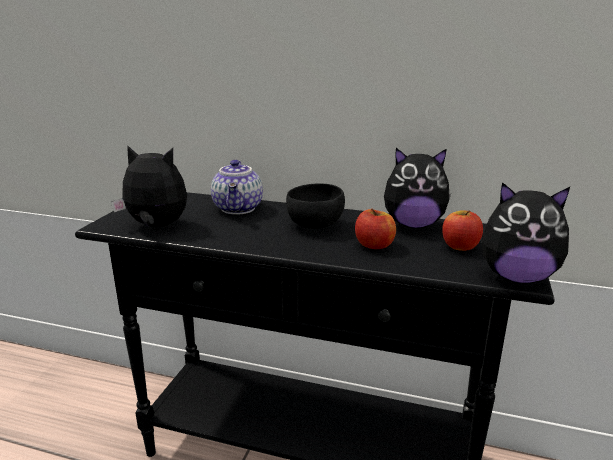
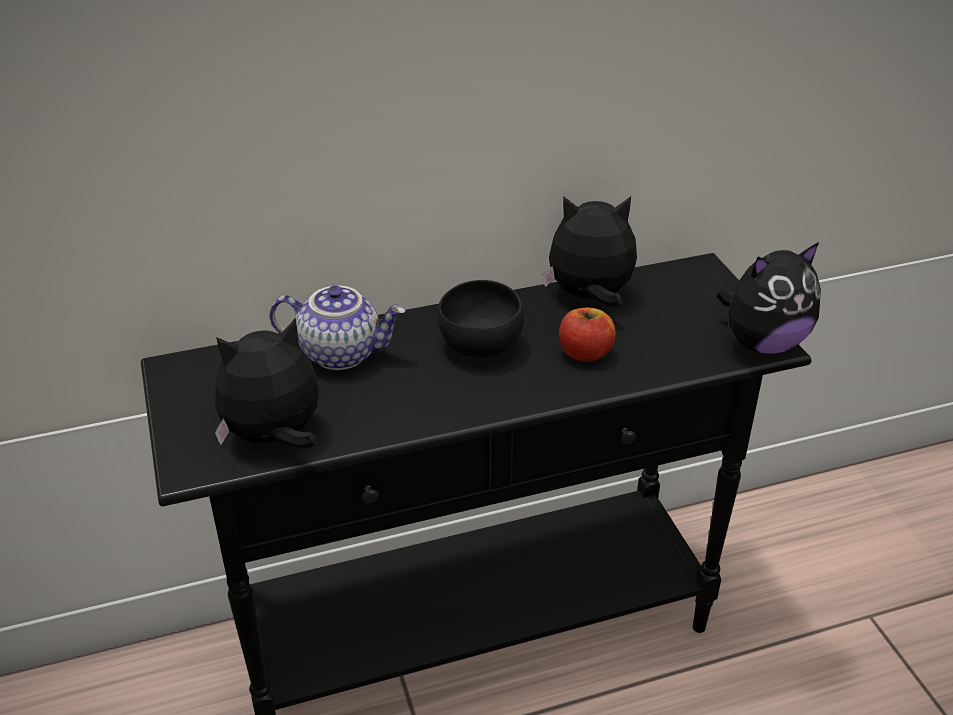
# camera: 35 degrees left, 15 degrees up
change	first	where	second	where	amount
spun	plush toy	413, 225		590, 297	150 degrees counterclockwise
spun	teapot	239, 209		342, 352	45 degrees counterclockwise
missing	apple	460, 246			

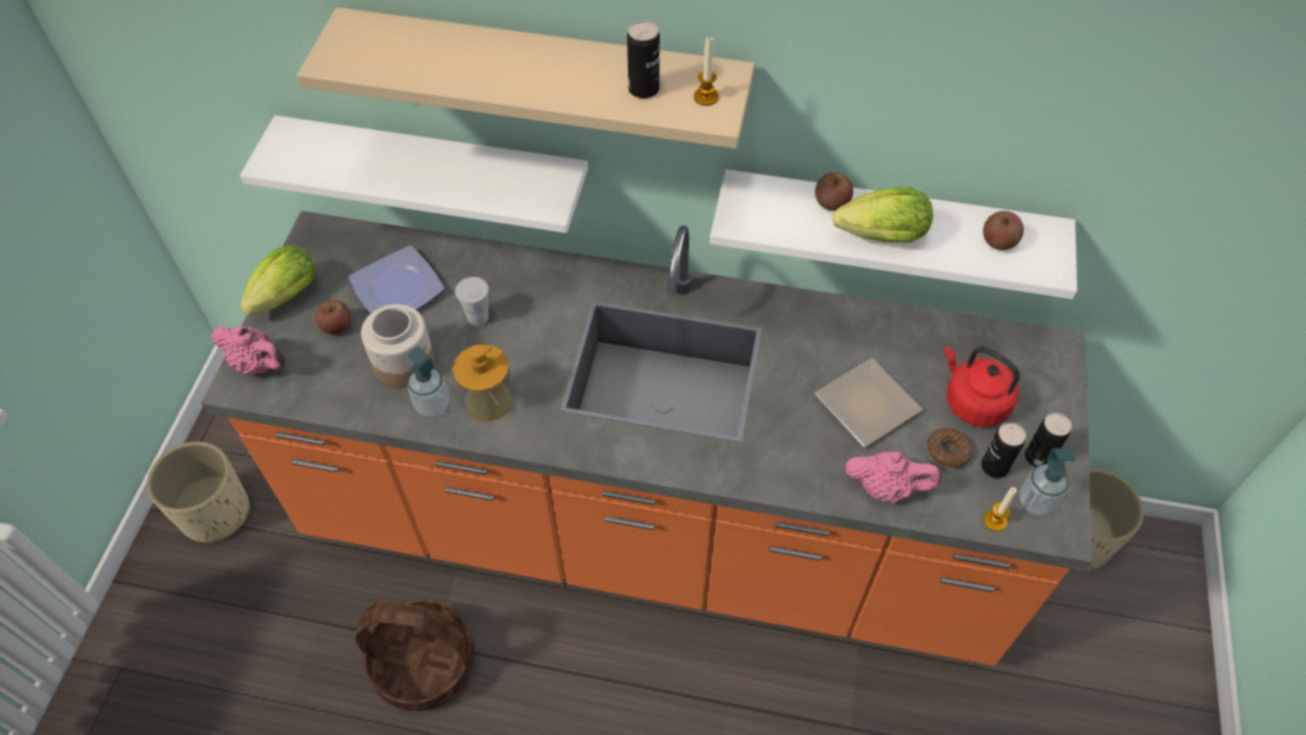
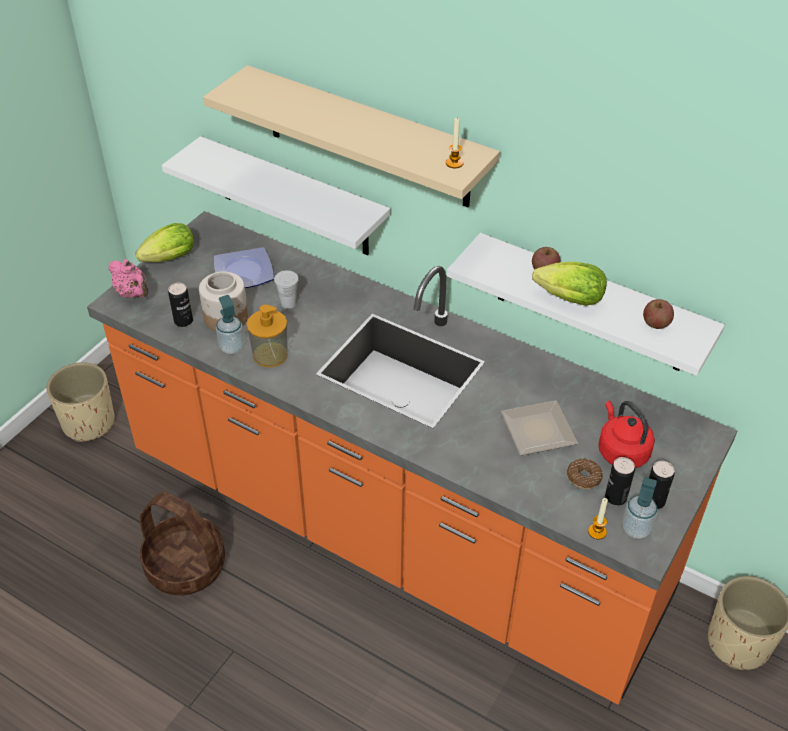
# camera: 20 degrees right, 10 degrees down
change	first	where	second	where	amount
relocated	can	643, 89		183, 321	
missing	apple	337, 326			
missing	pink teapot	886, 488			

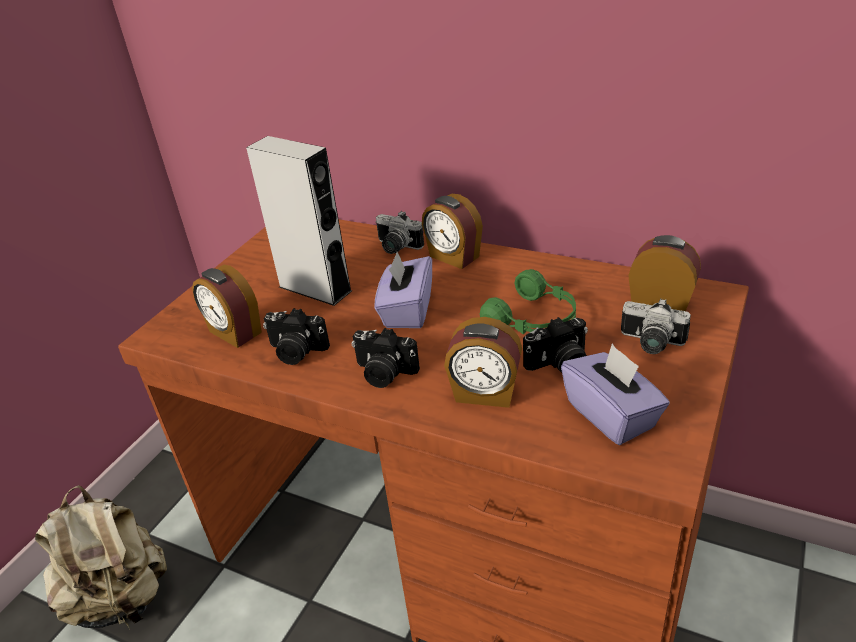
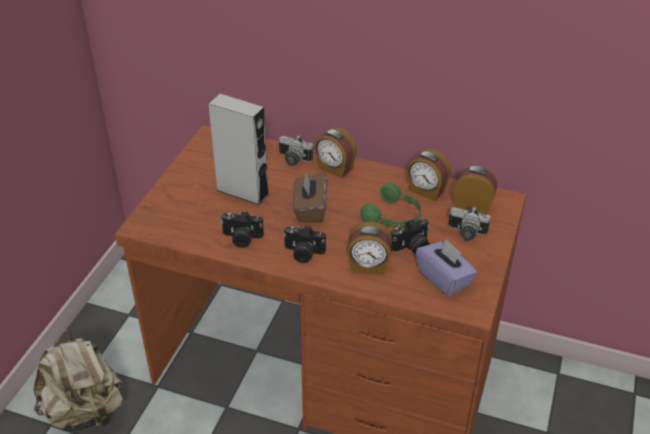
# camera: 10 degrees left, 5 degrees up
change	first	where	second	where	amount
colour	purple tissue box	407, 311	brown tissue box	310, 209	
relocated	alarm clock	234, 333		426, 191	

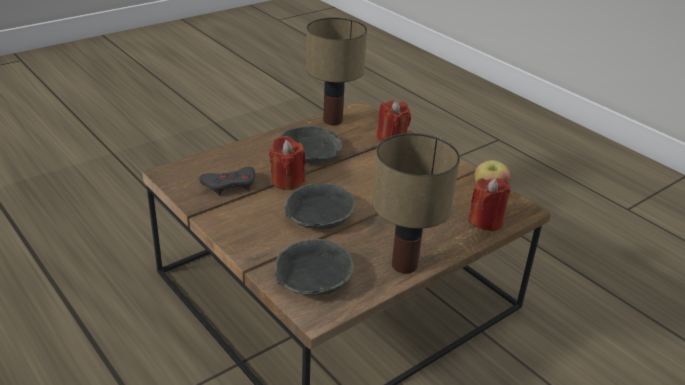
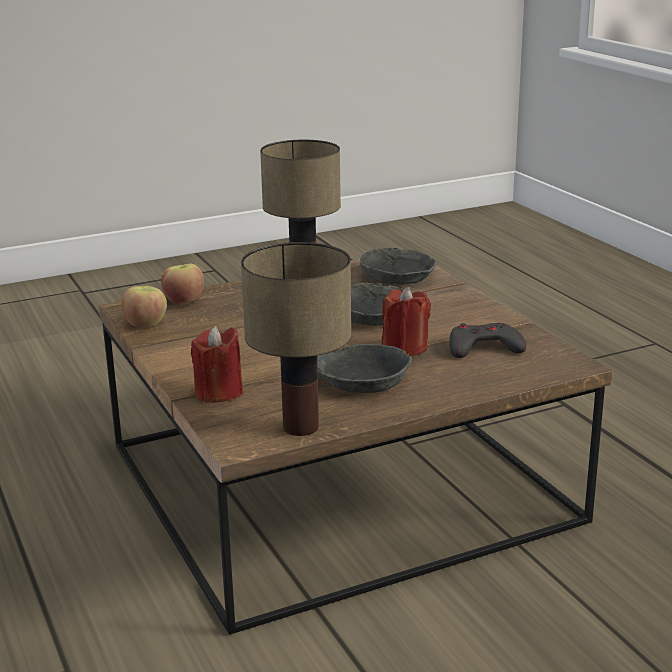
# camera: 165 degrees left, 10 degrees down
change	first	where	second	where	amount
exchanged	red candle	486, 221	apple	184, 301	

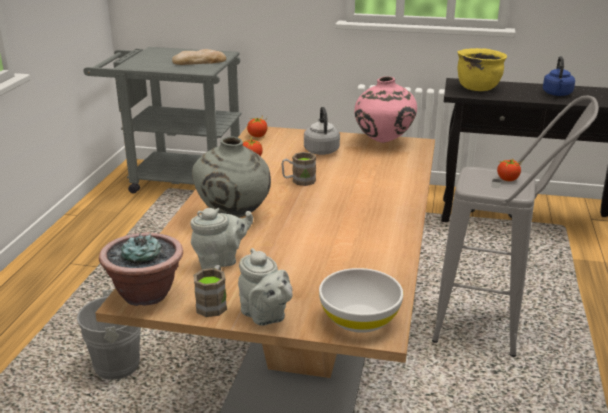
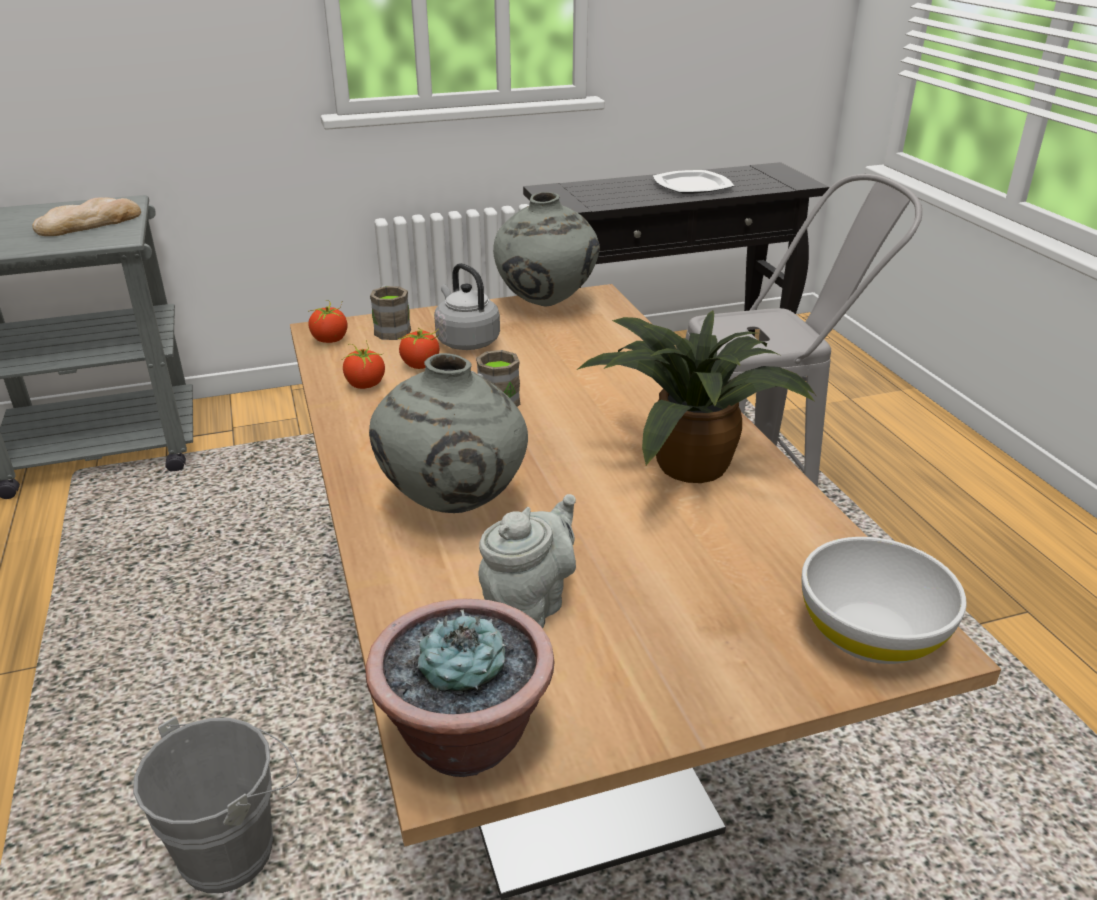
# camera: 30 degrees left, 5 degrees up
change	first	where	second	where	amount
missing	yellow cooking pot	477, 88			
exchanged	blue kettle	557, 94	plate	693, 185	
colour	pink vase	384, 142	grey vase	546, 305	
relocated	tomato	508, 179		421, 365	
missing	grey teapot	265, 316			
relocated	brown mug	213, 303		391, 329	
appeared			potted plant	689, 461	

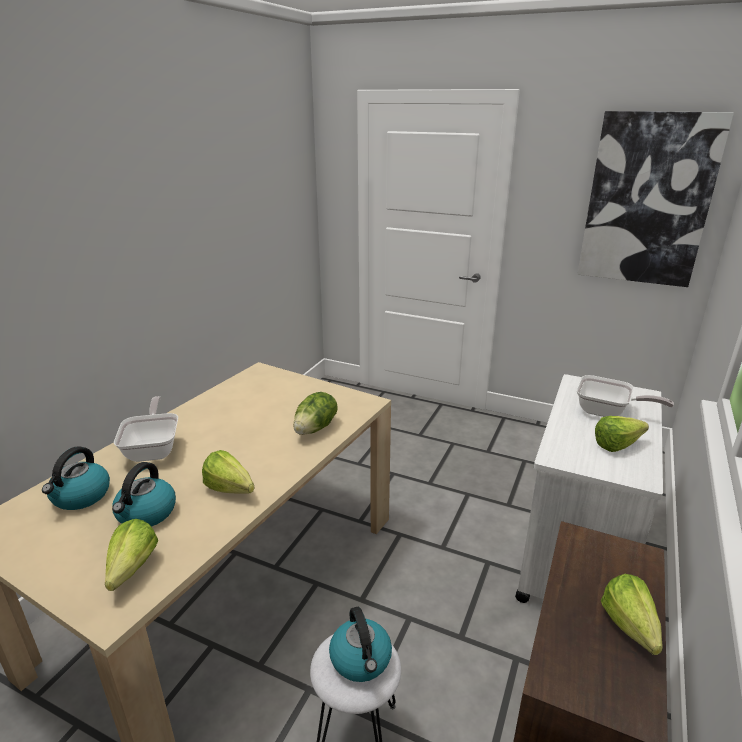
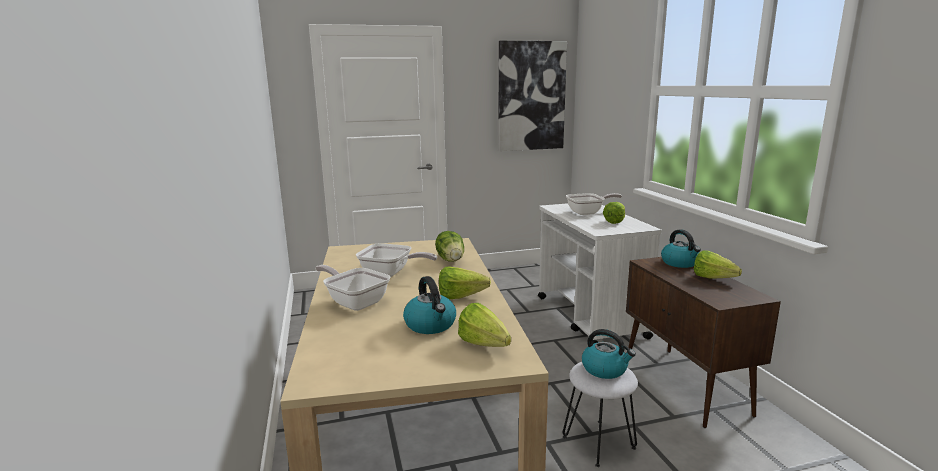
# camera: 40 degrees left, 10 degrees down
change	first	where	second	where	amount
relocated	kettle	81, 496		680, 263	
appeared			frying pan	390, 273	

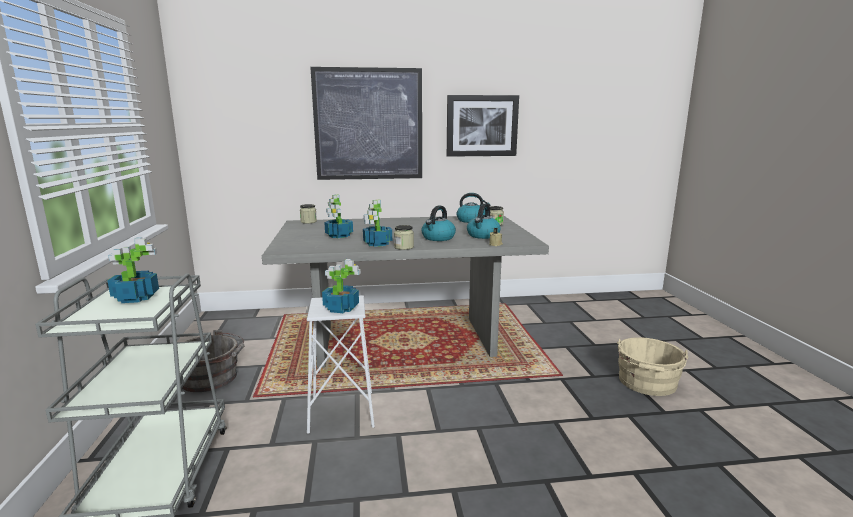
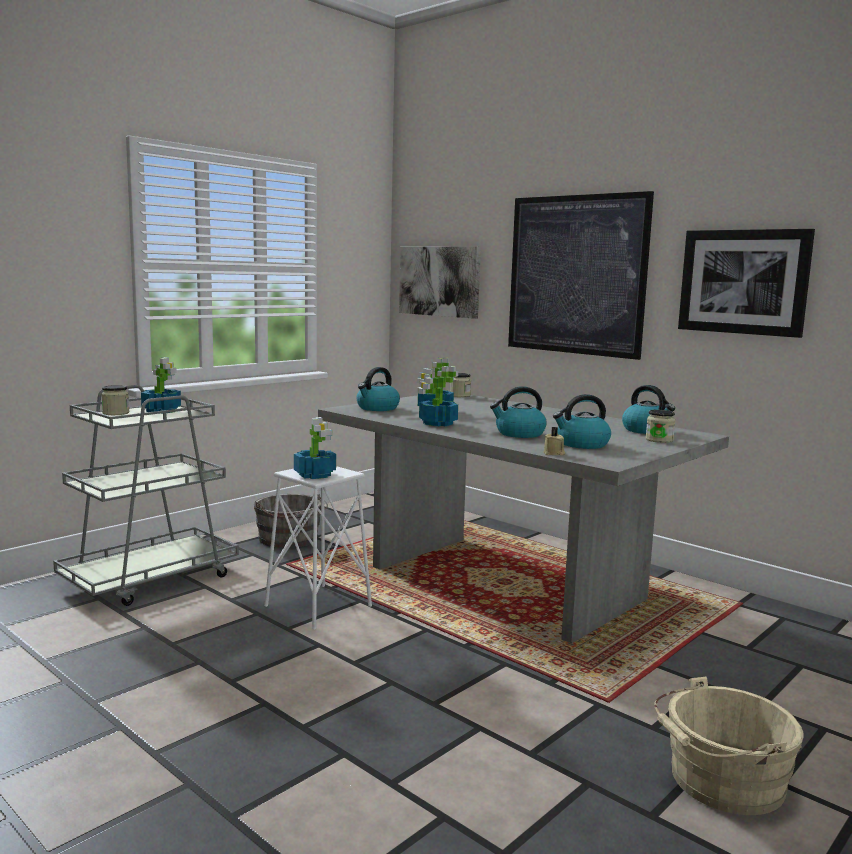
# camera: 50 degrees right, 5 degrees down
change	first	where	second	where	amount
relocated	jar	404, 247		116, 413	
appeared			picture	440, 281	
appeared			kettle	377, 408	

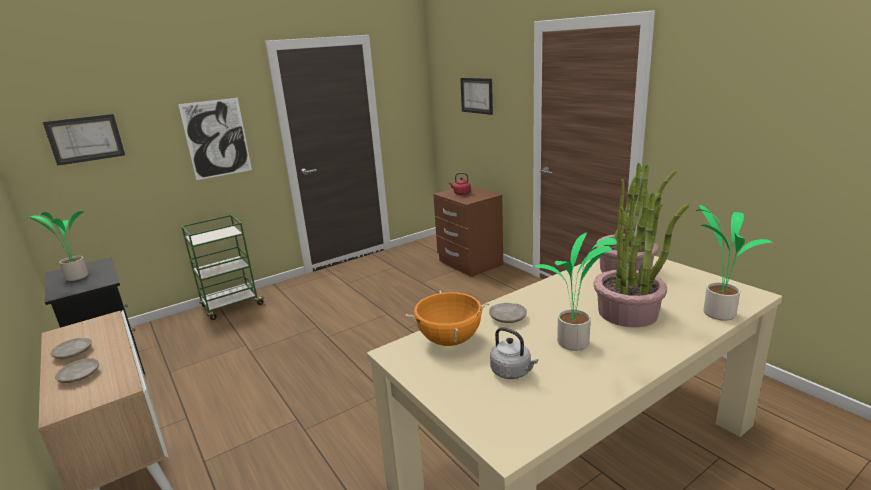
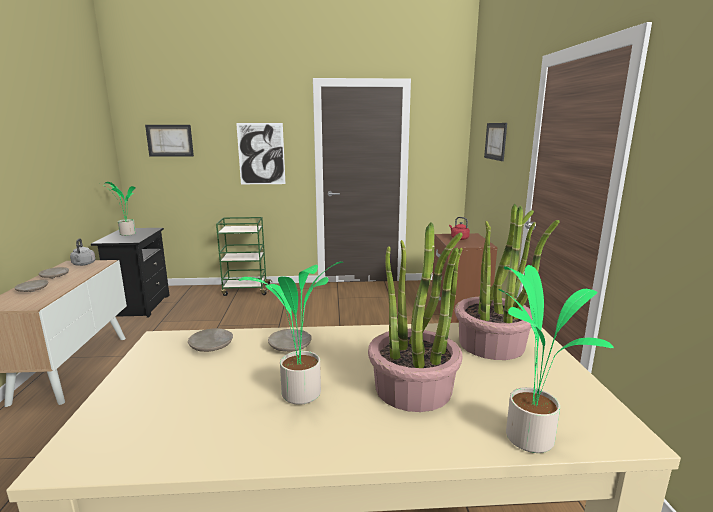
# camera: 30 degrees right, 5 degrees down
change	first	where	second	where	amount
exchanged	orange cooking pot	450, 340	beige plate	212, 346	
relocated	grey kettle	512, 372		83, 264	

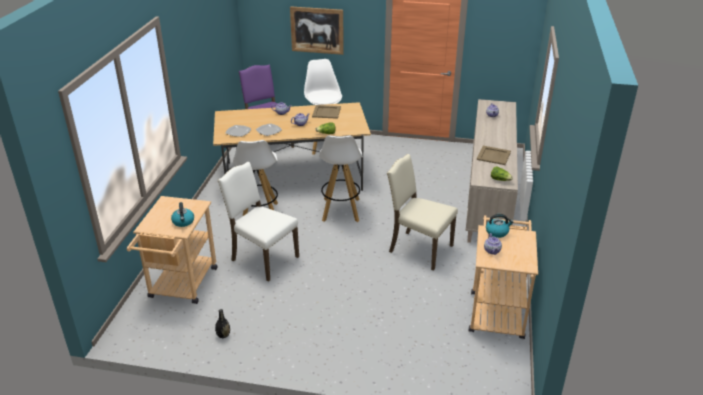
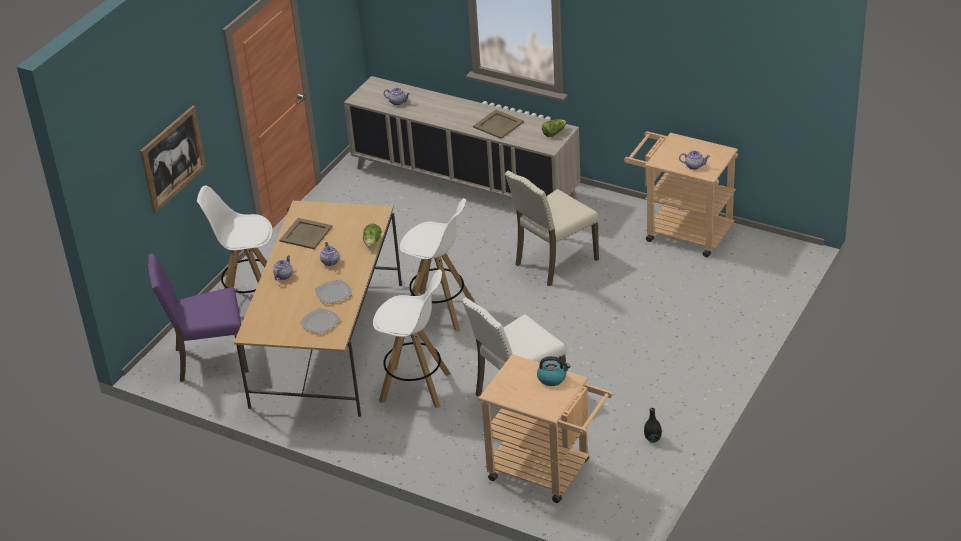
# camera: 70 degrees left, 5 degrees up
change	first	where	second	where	amount
missing	kettle	497, 232			

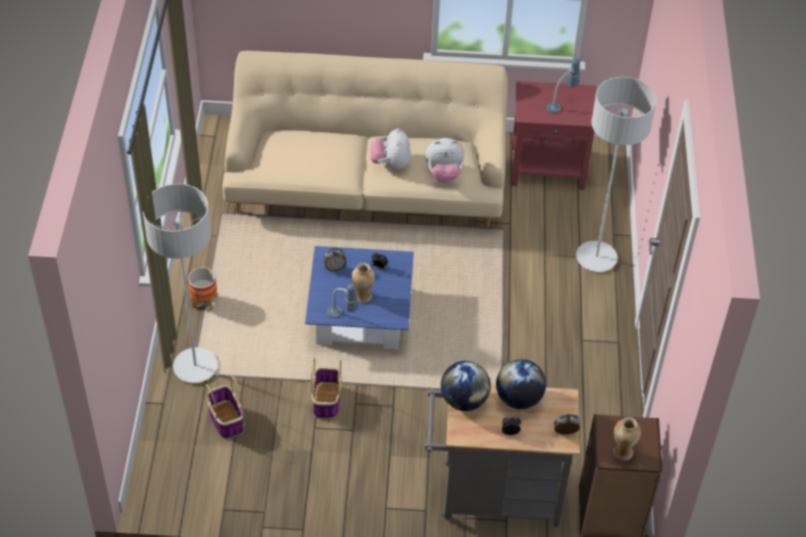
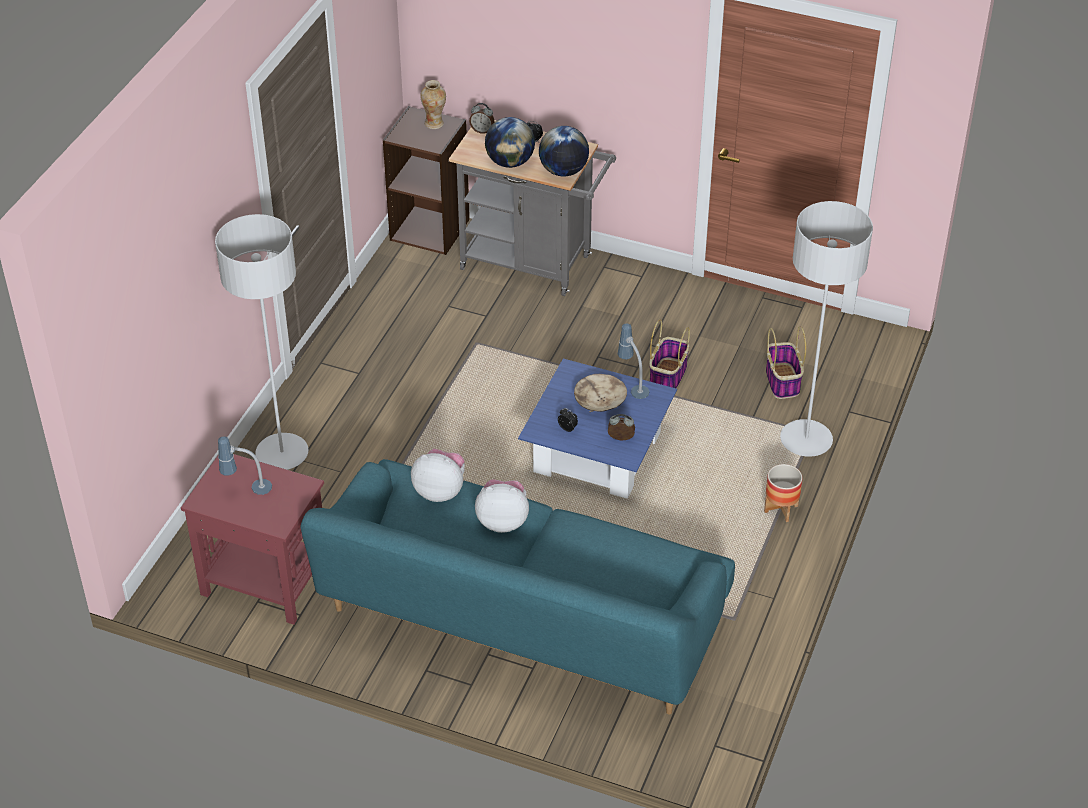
# camera: 160 degrees left, 5 degrees down
change	first	where	second	where	amount
colour	beige sofa	366, 183	turquoise sofa	521, 617	
spun	plush toy	390, 164		503, 521	105 degrees counterclockwise
exchanged	vase	363, 296	beige bowl	600, 401	

